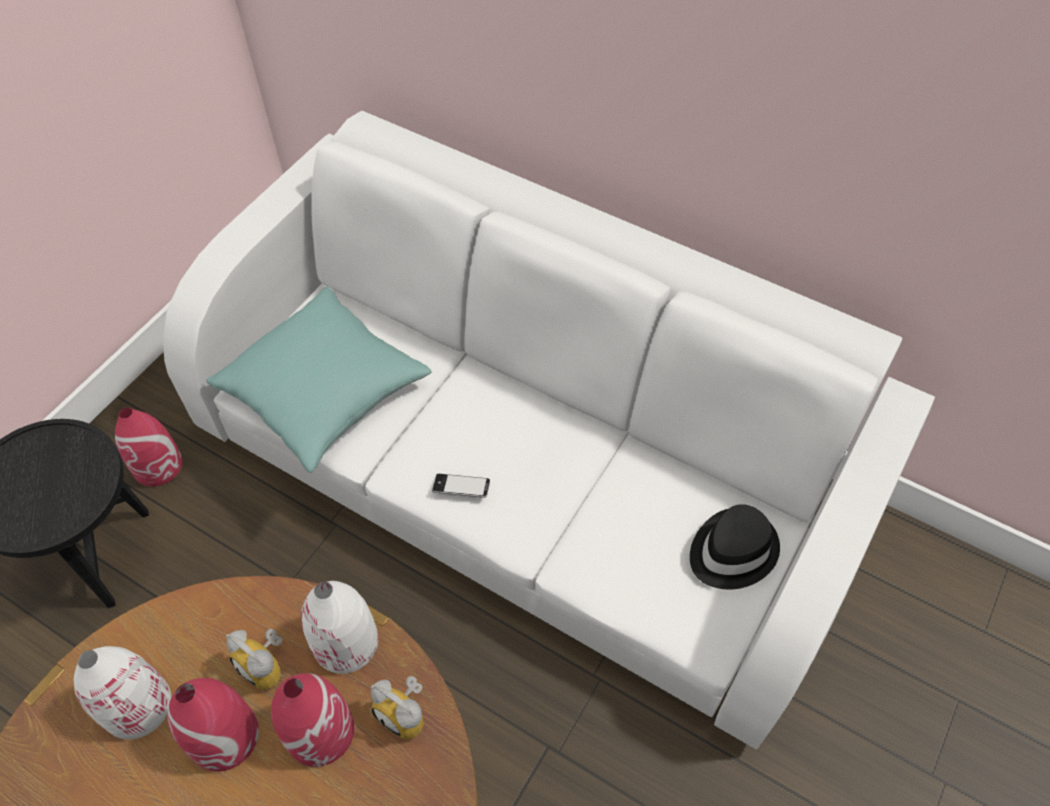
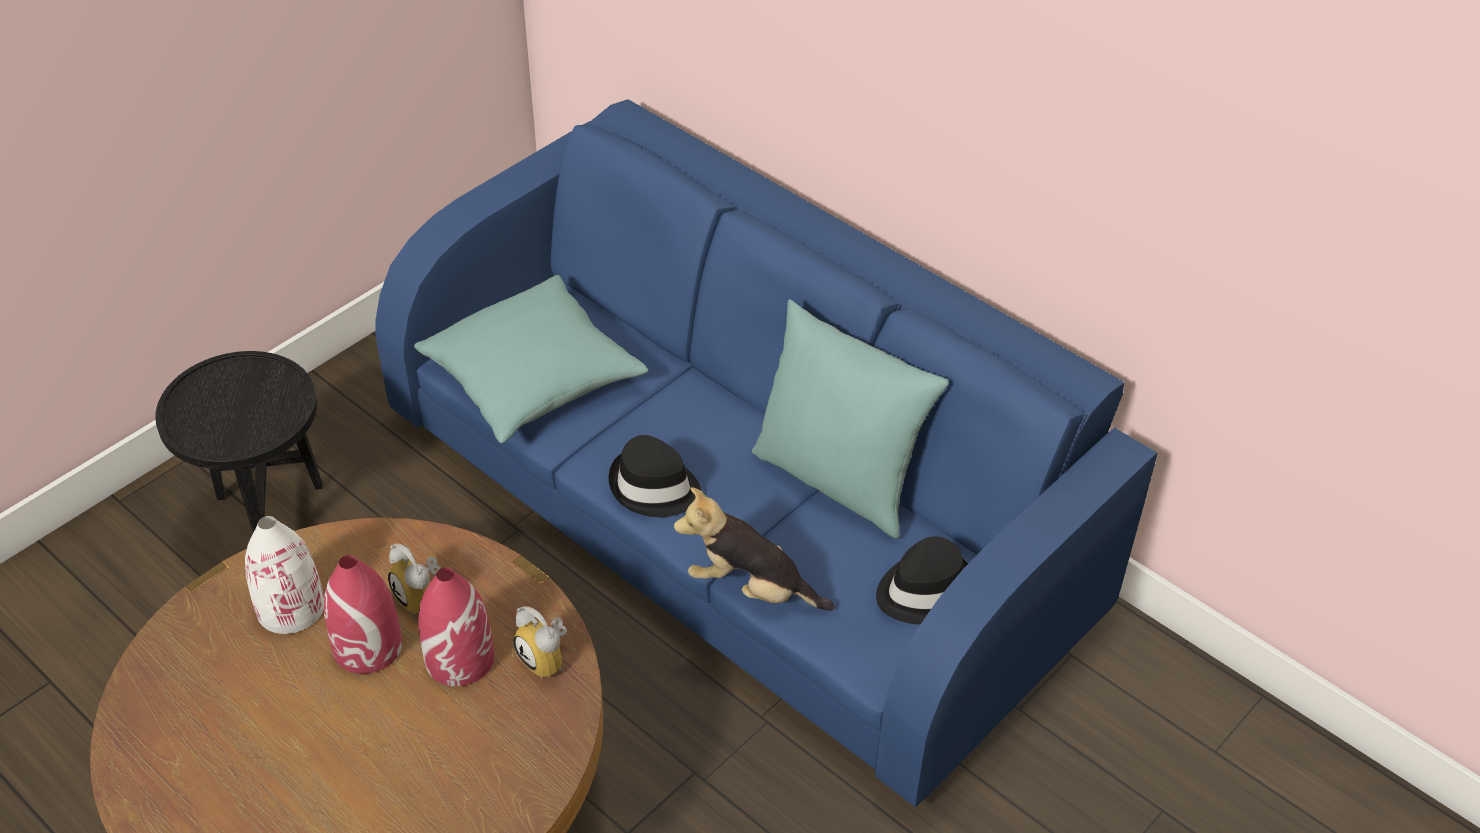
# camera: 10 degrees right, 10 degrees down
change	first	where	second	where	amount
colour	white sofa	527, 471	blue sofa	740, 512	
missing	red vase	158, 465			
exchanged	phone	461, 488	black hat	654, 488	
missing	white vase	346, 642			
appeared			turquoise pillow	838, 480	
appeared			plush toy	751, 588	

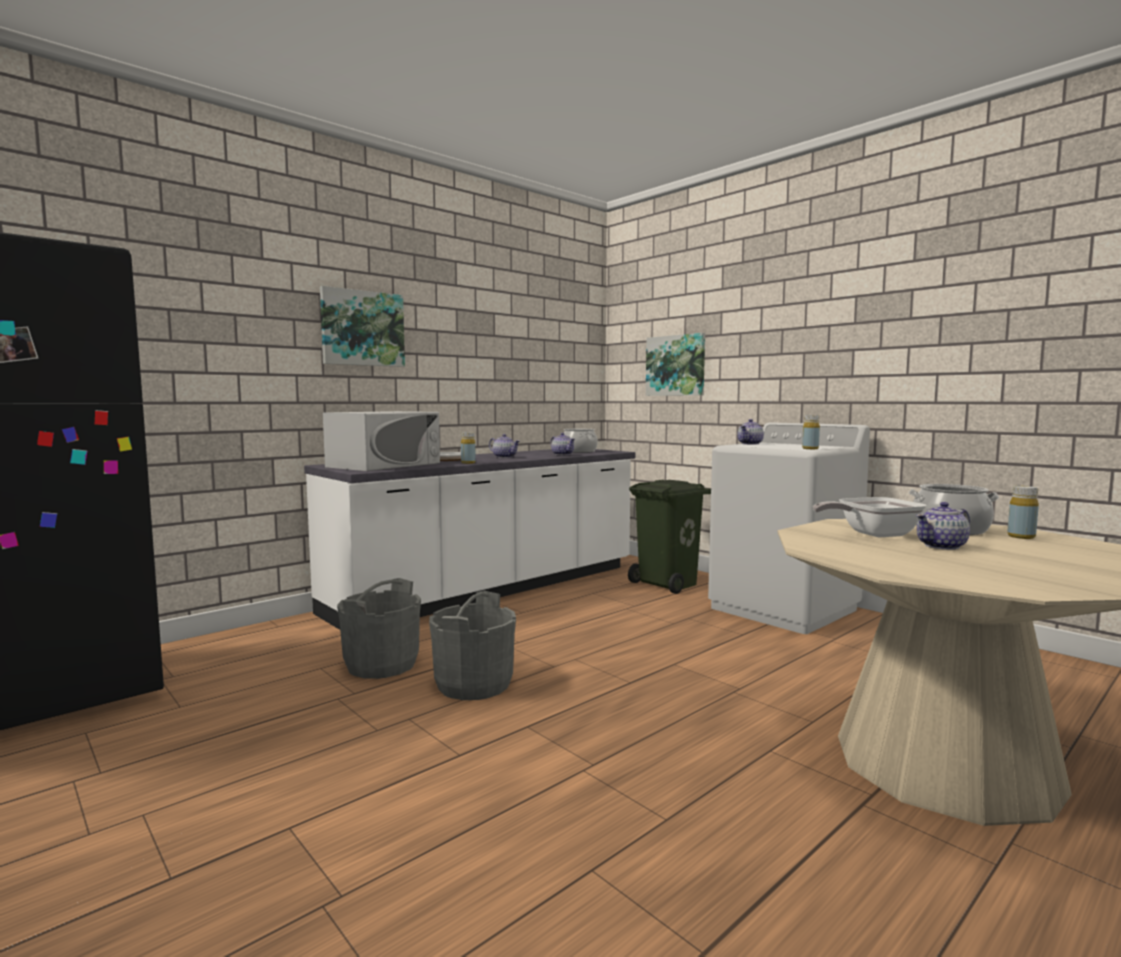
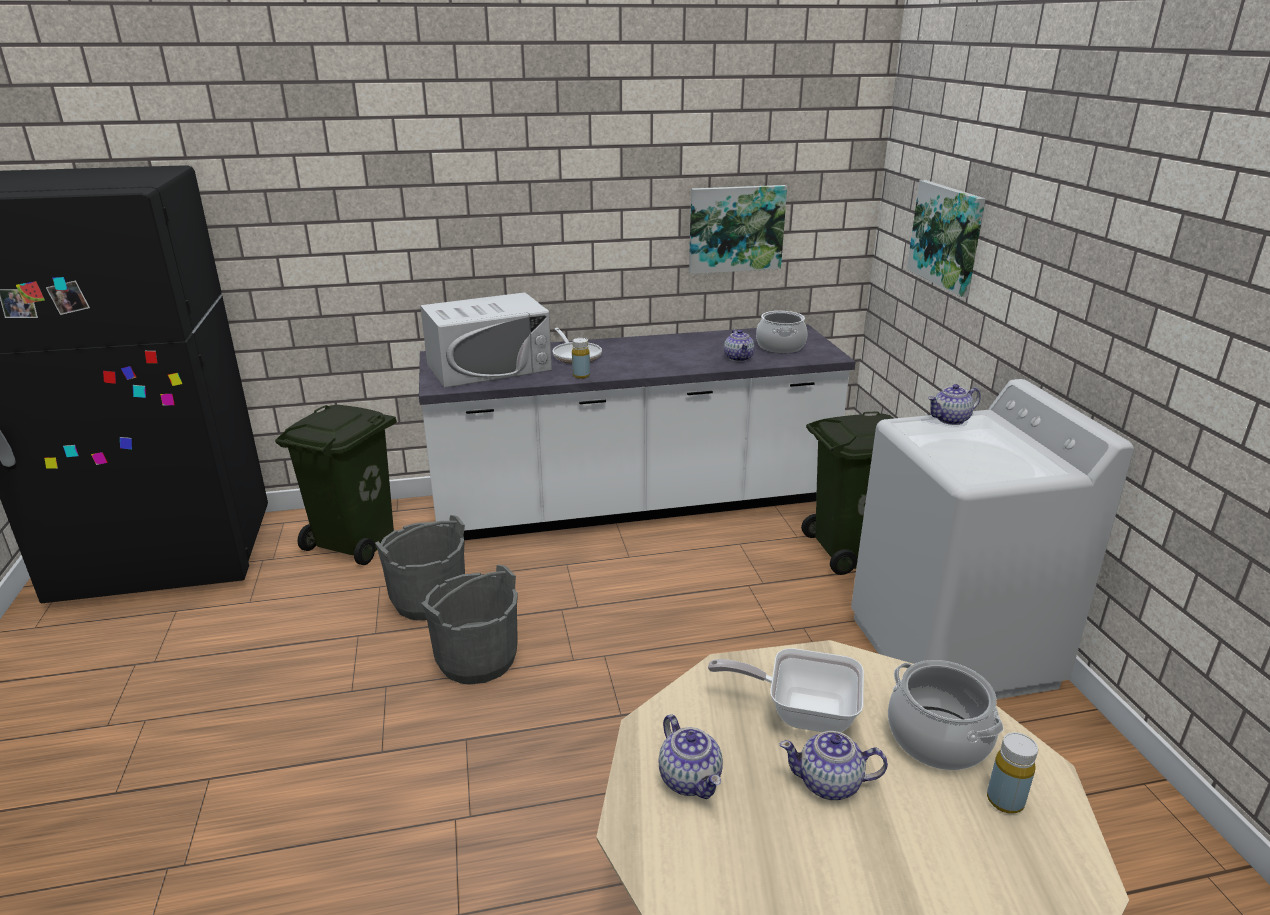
# camera: 30 degrees right, 20 degrees up
change	first	where	second	where	amount
relocated	picture	362, 328		736, 228	
missing	yellow bottle	810, 448			
relocated	teapot	504, 457		691, 779	
appeared			green trash can	357, 542	

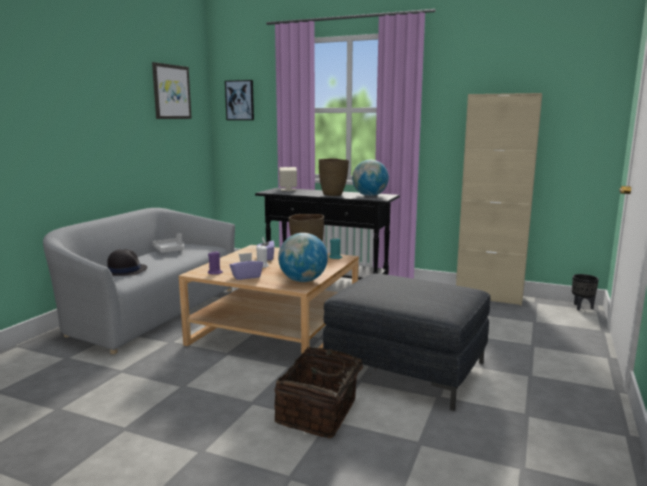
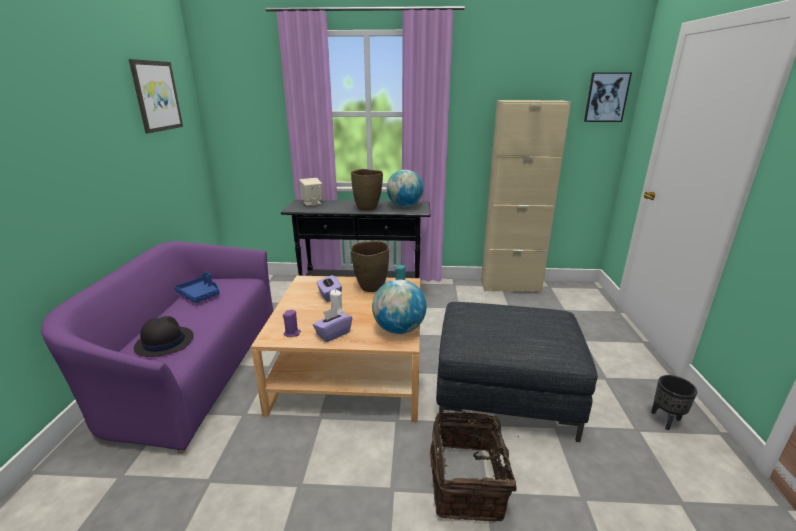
# camera: 20 degrees left, 10 degrees up
change	first	where	second	where	amount
relocated	picture	240, 100		606, 97	
colour	grey sofa	150, 311	purple sofa	191, 369	
colour	grey tray	170, 250	blue tray	200, 295	
relocated	black planter	581, 307		665, 420	

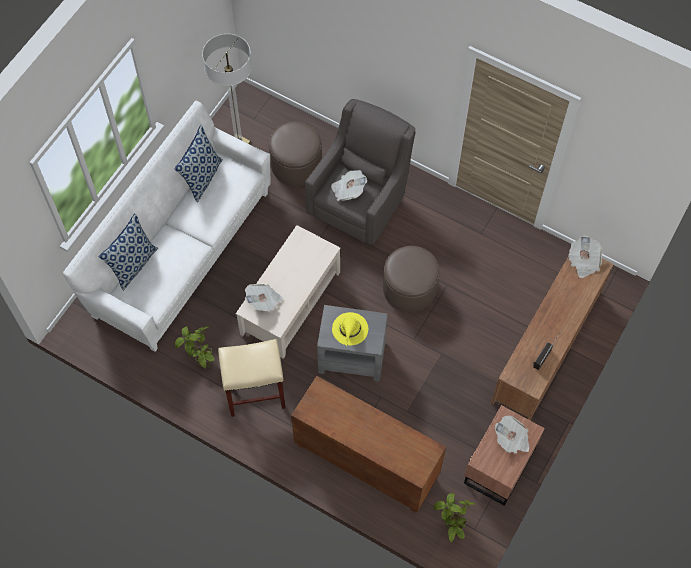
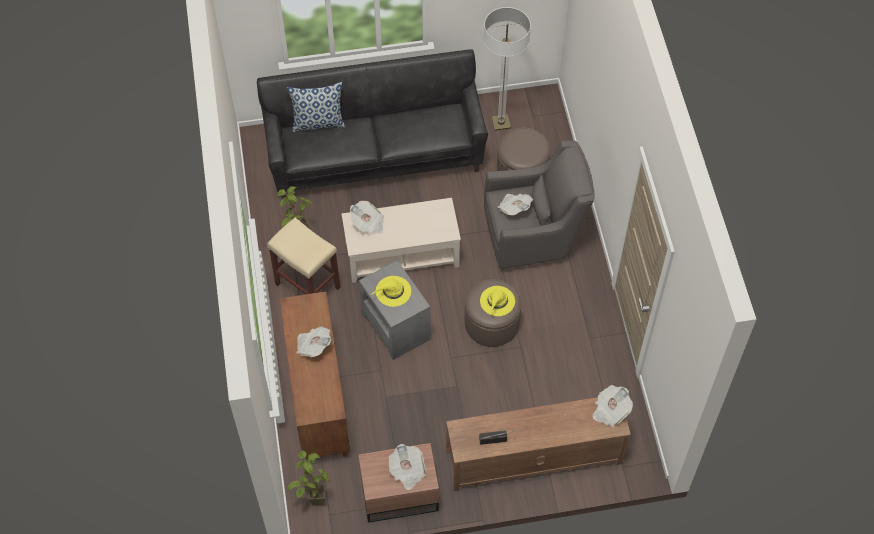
# camera: 50 degrees right, 5 degrees down
change	first	where	second	where	amount
colour	white sofa	181, 253	black sofa	375, 156	
missing	pillow	202, 177			
appeared			yellow hat	497, 301	
appeared			newspaper	313, 346	

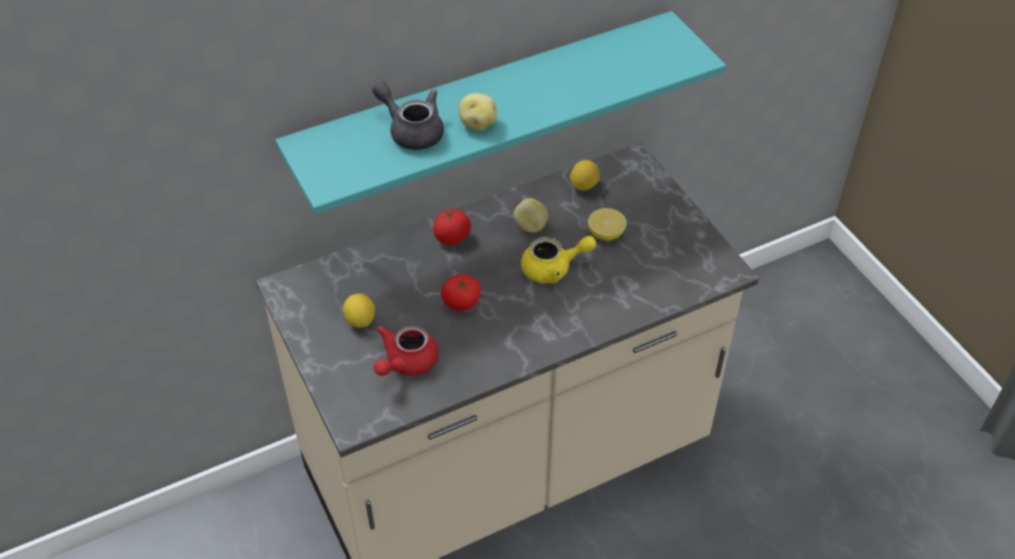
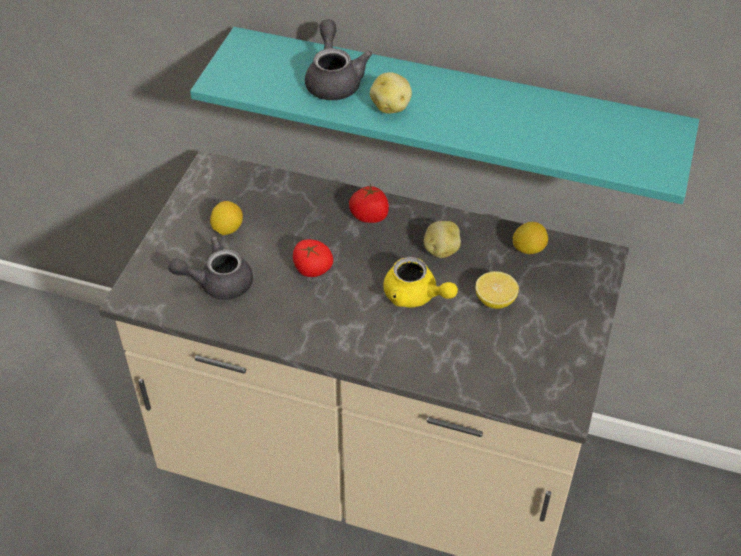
# camera: 45 degrees right, 0 degrees up
change	first	where	second	where	amount
colour	red teapot	406, 363	grey teapot	218, 282	

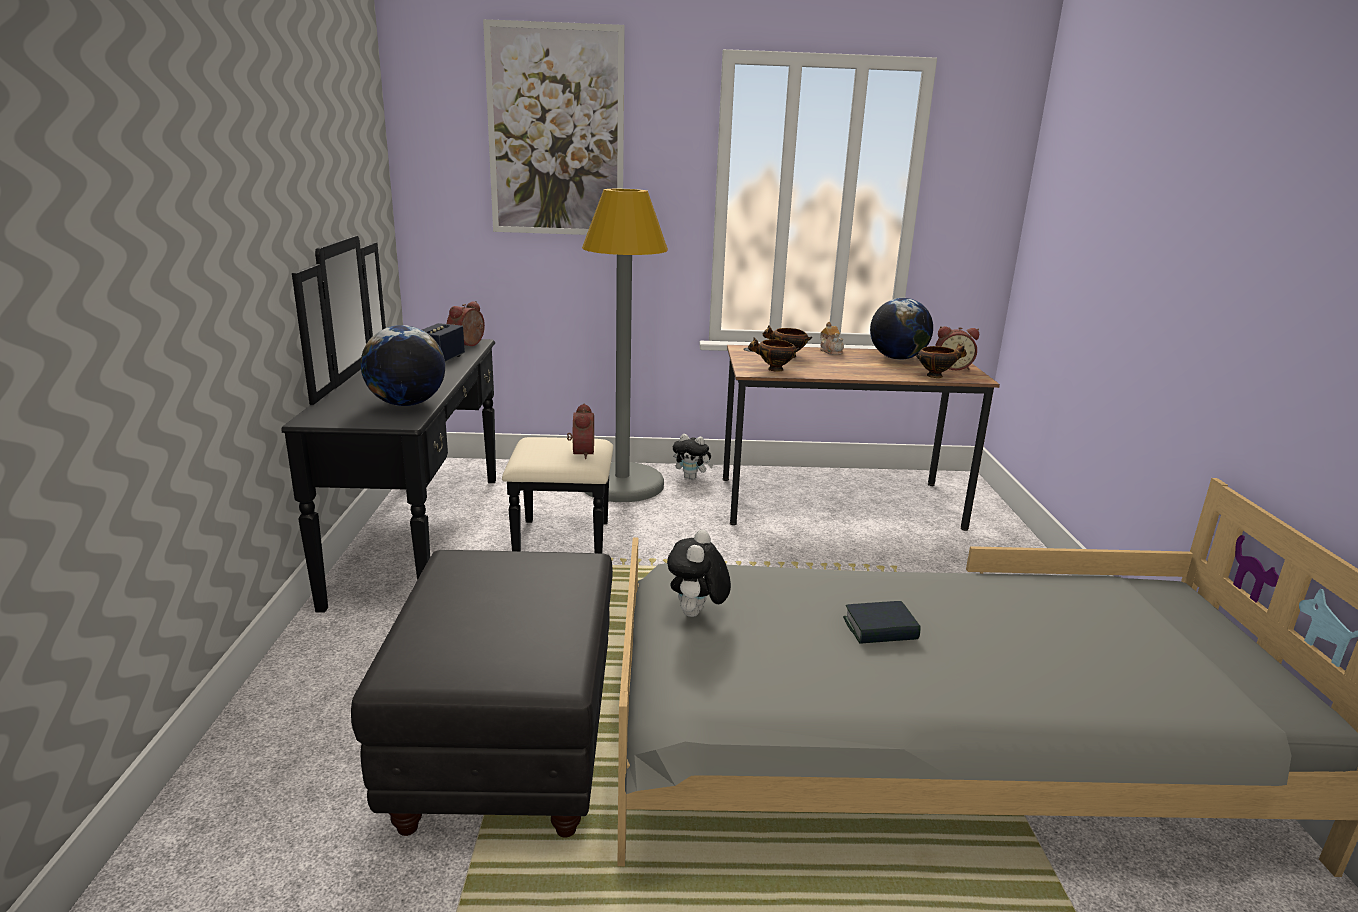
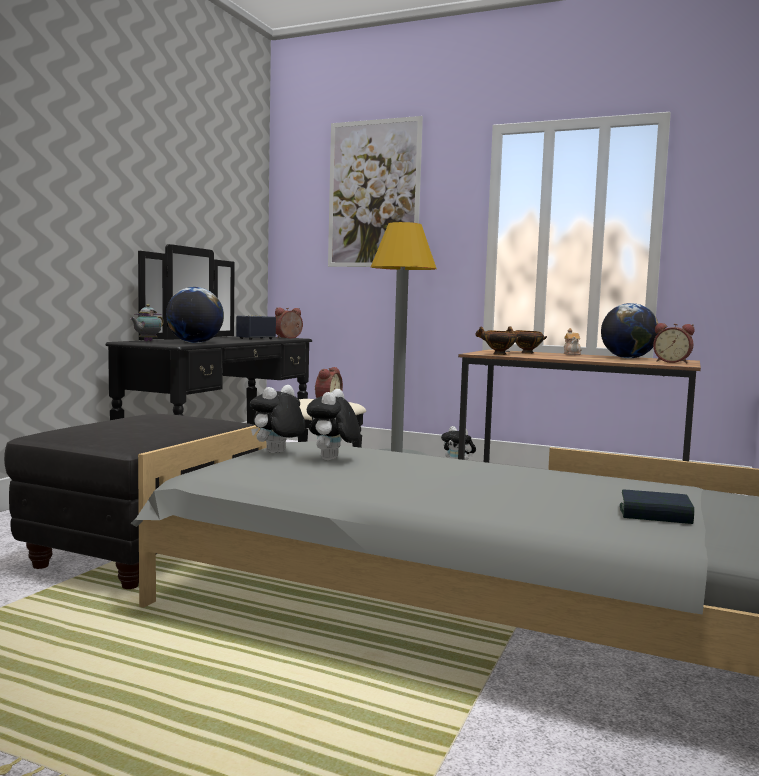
# camera: 25 degrees right, 15 degrees down
change	first	where	second	where	amount
missing	bowl	936, 376			
relocated	book	880, 629		655, 515	
appeared			teapot	146, 341	
appeared			plush toy	332, 460	

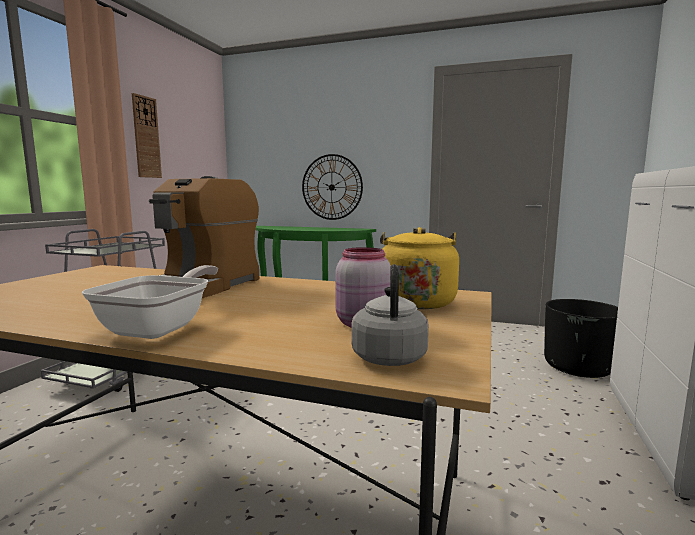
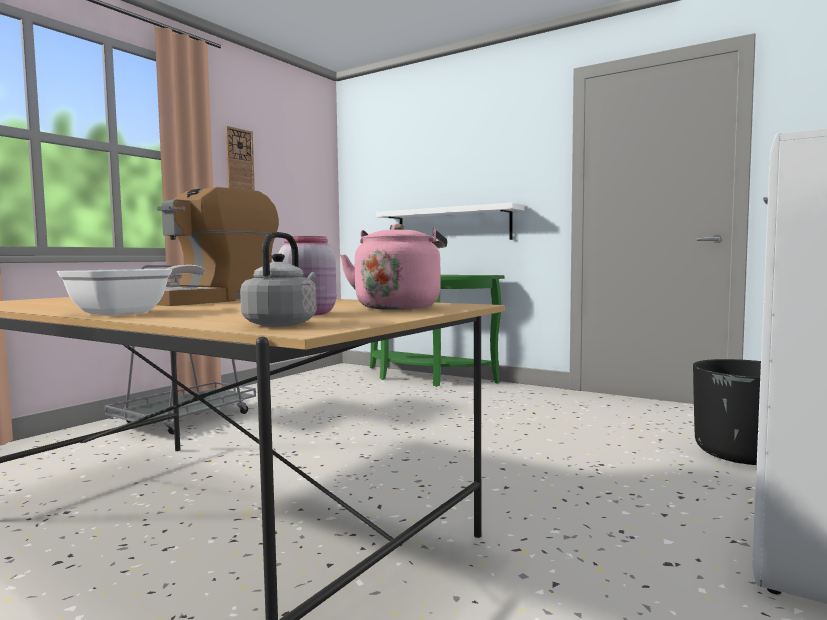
# camera: 15 degrees right, 5 degrees down
change	first	where	second	where	amount
exchanged	wall clock	331, 187	white shelf	453, 225	
colour	yellow kettle	415, 301	pink kettle	398, 307	

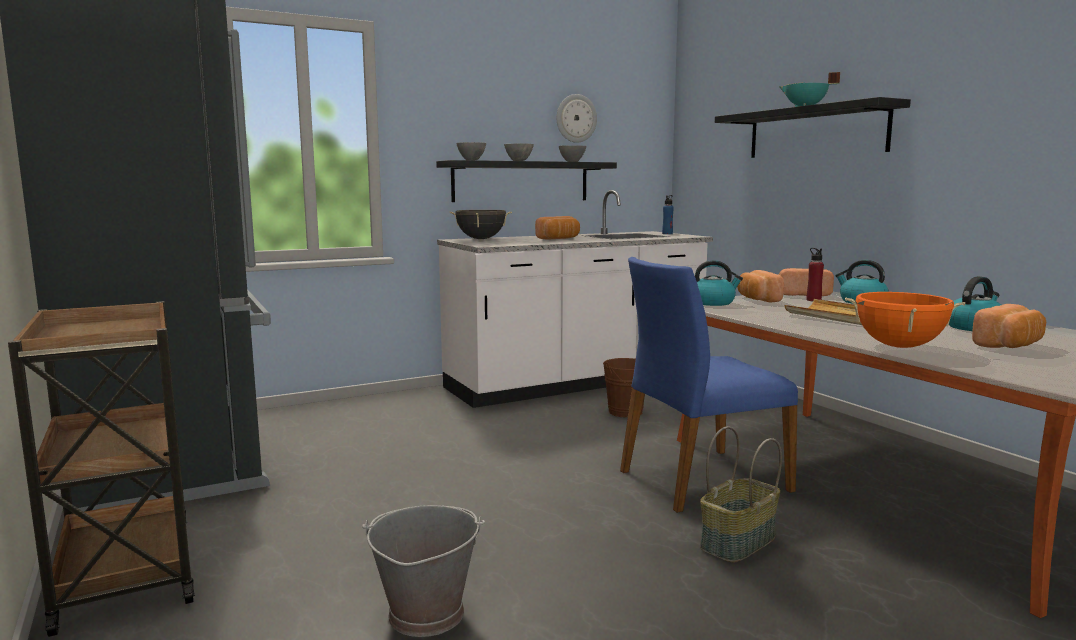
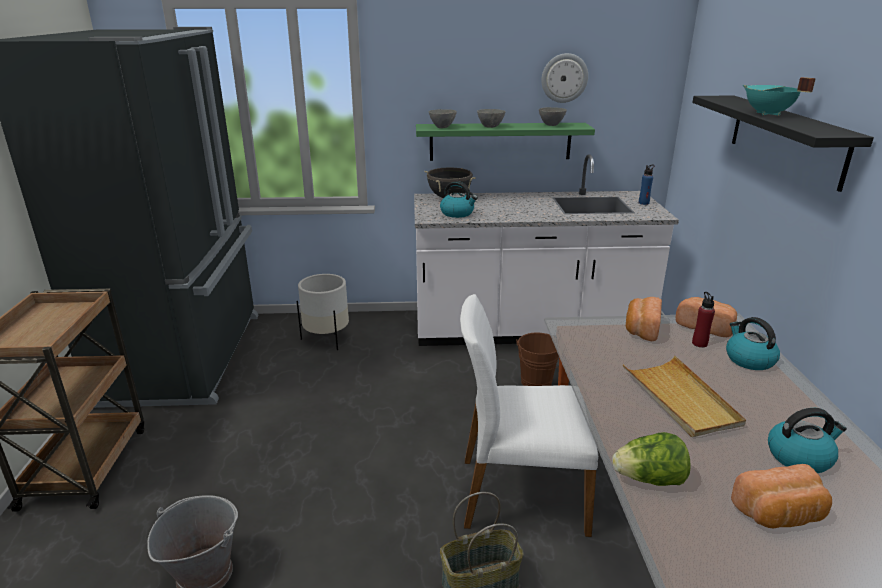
# camera: 25 degrees right, 15 degrees up
change	first	where	second	where	amount
colour	black shelf	521, 181	green shelf	500, 141	
missing	bread	559, 239			
colour	blue chair	701, 480	white chair	520, 493	
relocated	kettle	713, 303		457, 213	
exchanged	orange cooking pot	899, 346	lettuce	649, 479	
appeared			white planter	327, 338	

